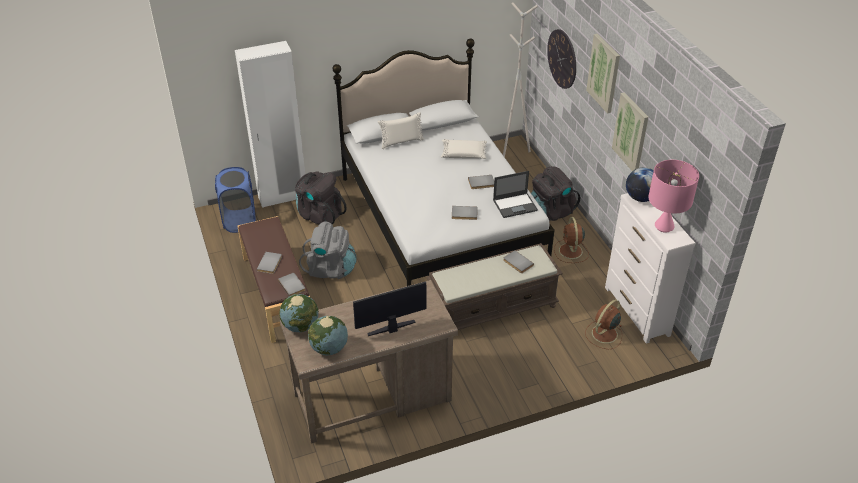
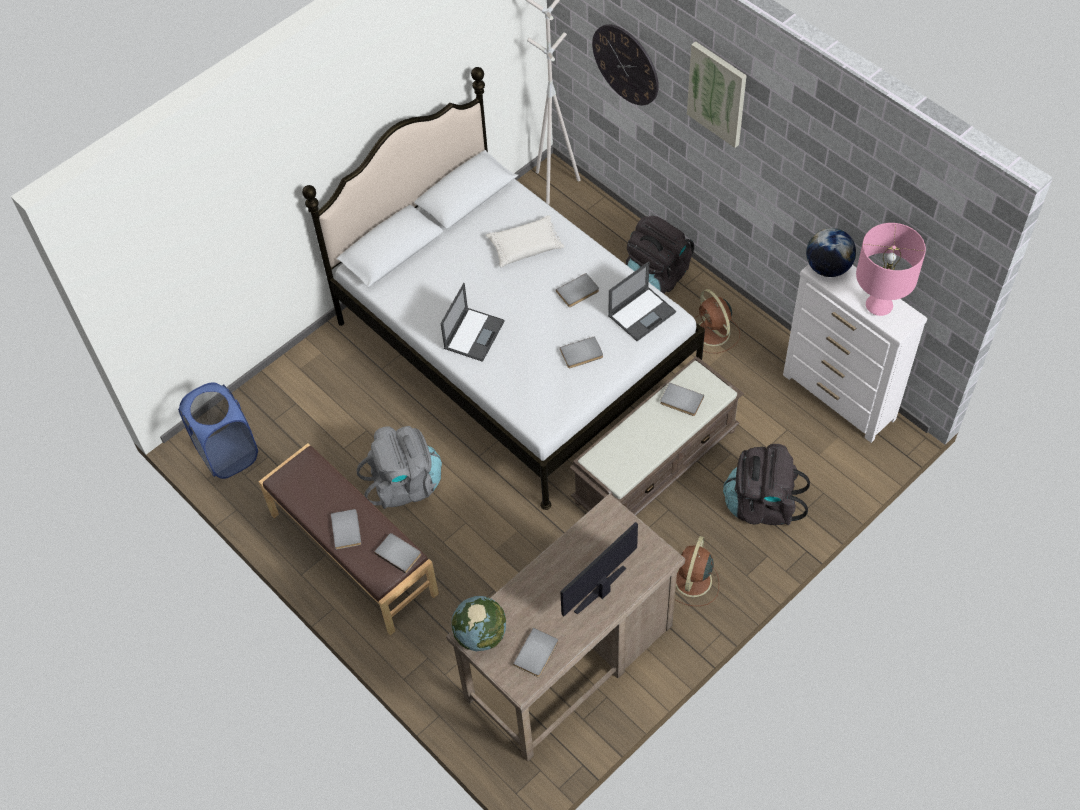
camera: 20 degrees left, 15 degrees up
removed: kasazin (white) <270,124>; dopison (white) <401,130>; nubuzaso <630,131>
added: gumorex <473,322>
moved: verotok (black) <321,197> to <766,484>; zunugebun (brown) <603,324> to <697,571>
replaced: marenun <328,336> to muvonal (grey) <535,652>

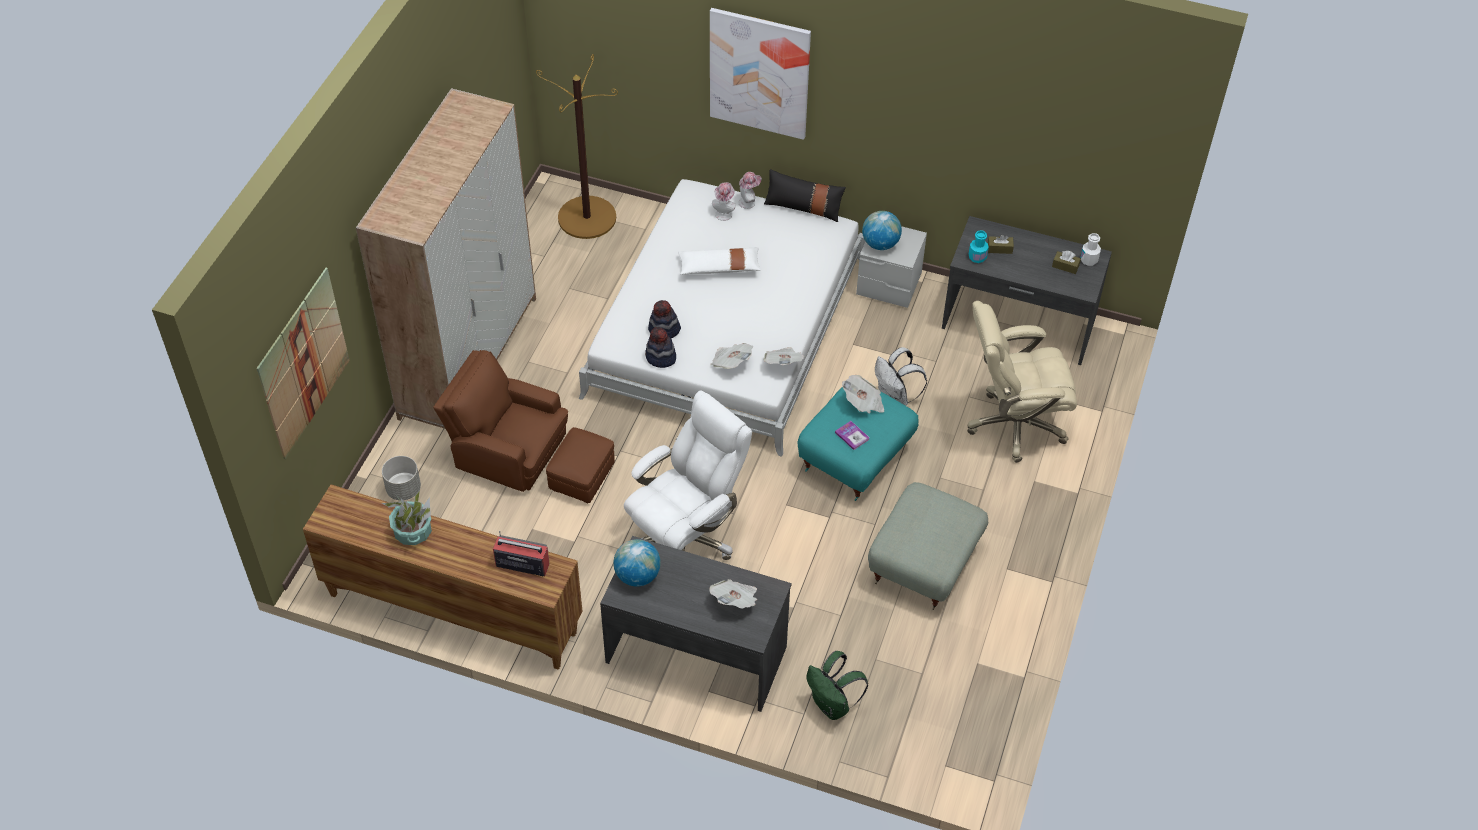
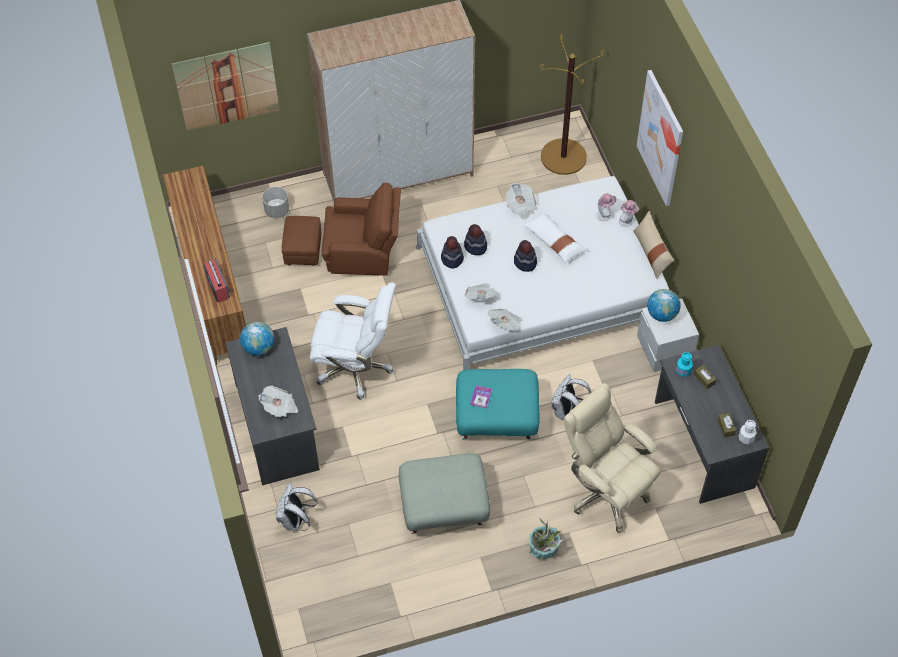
camera: 55 degrees right, 5 degrees up
added: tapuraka <525,256>
moved: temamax <406,518> to <546,538>; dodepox <863,394> to <522,201>
recoloured: dopison (black) <805,195> to dopison (beige) <653,245>; verotok (green) <837,685> to verotok (white) <297,507>
turned: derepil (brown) <524,426> = <341,229> 105 degrees clockwise

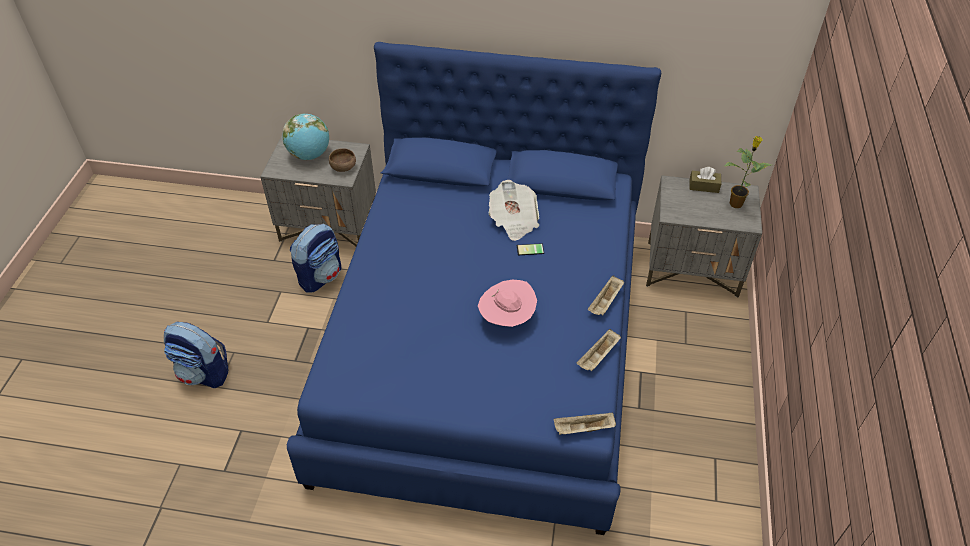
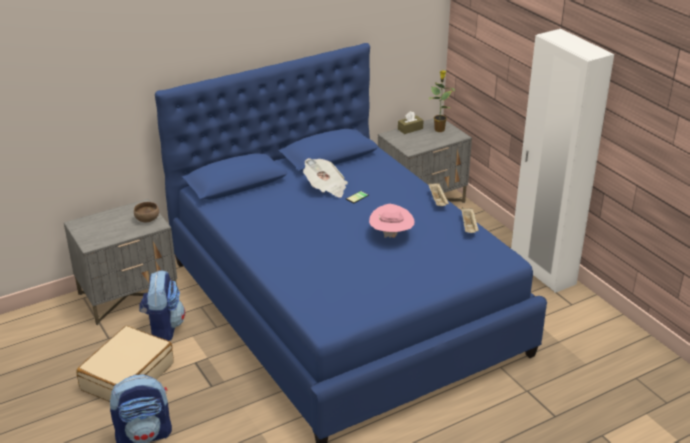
camera: 40 degrees left, 15 degrees down
removed: marenun <305,136>; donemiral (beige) <585,424>
added: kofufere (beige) <125,363>; kasazin (white) <562,161>

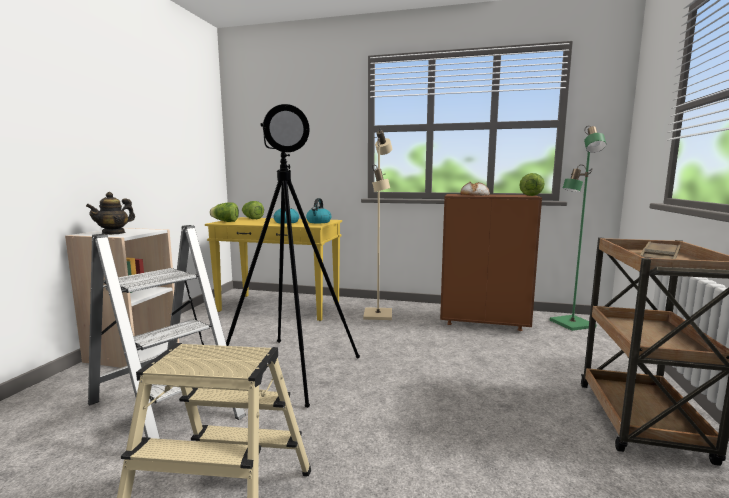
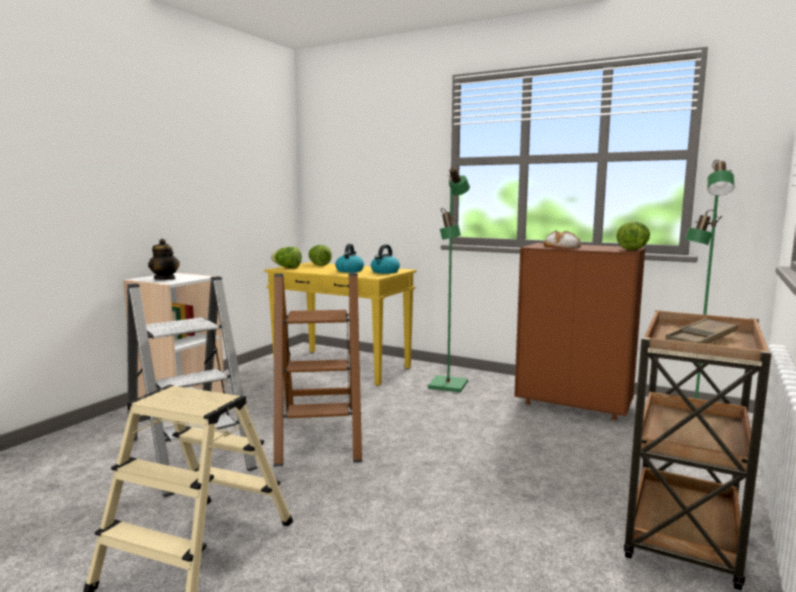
camera: 15 degrees right, 0 degrees up
replaced: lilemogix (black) <293,256> to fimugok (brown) <317,369>
recoloured: lilemogix (beige) <377,224> to lilemogix (green) <449,278>
turned: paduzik <110,213> = <164,259> 90 degrees counterclockwise

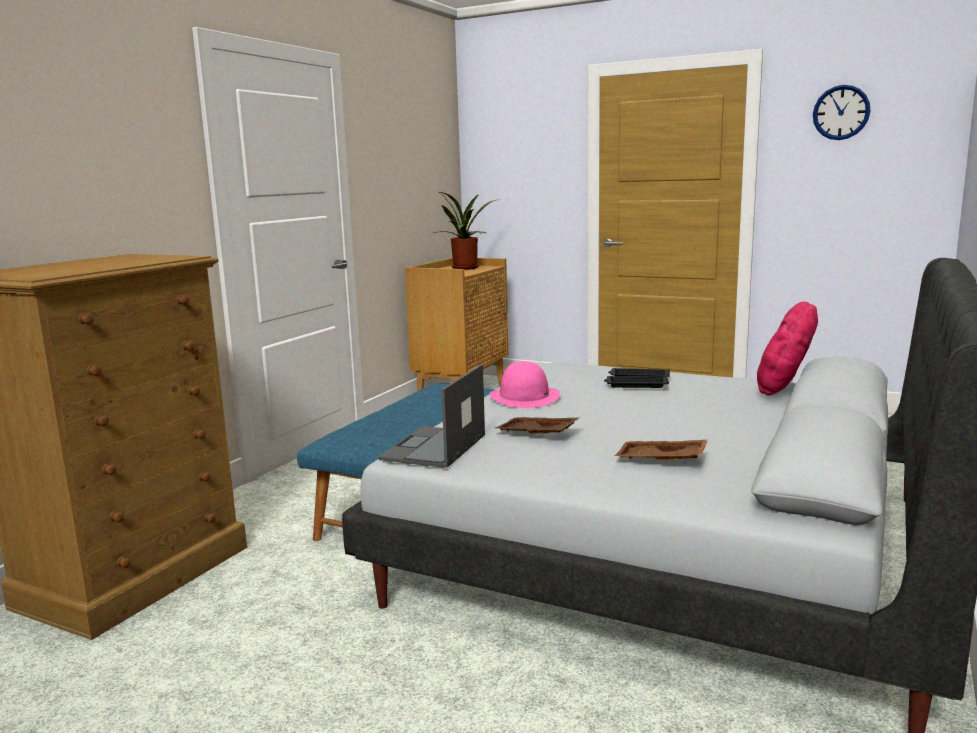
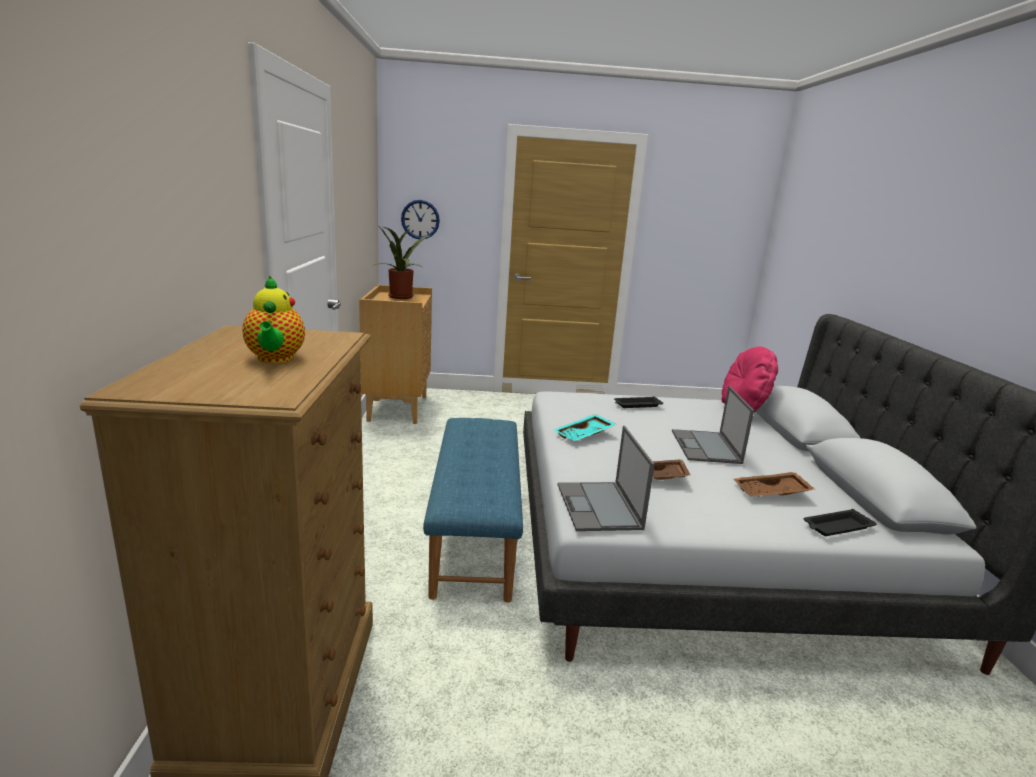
camera: 30 degrees left, 5 degrees up
added: paduzik <274,319>; gumorex <713,425>
moved: donemiral (black) <636,382> to <840,522>; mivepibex <841,112> to <420,219>
replaced: tapuraka (pink) <524,384> to donemiral (turquoise) <585,427>

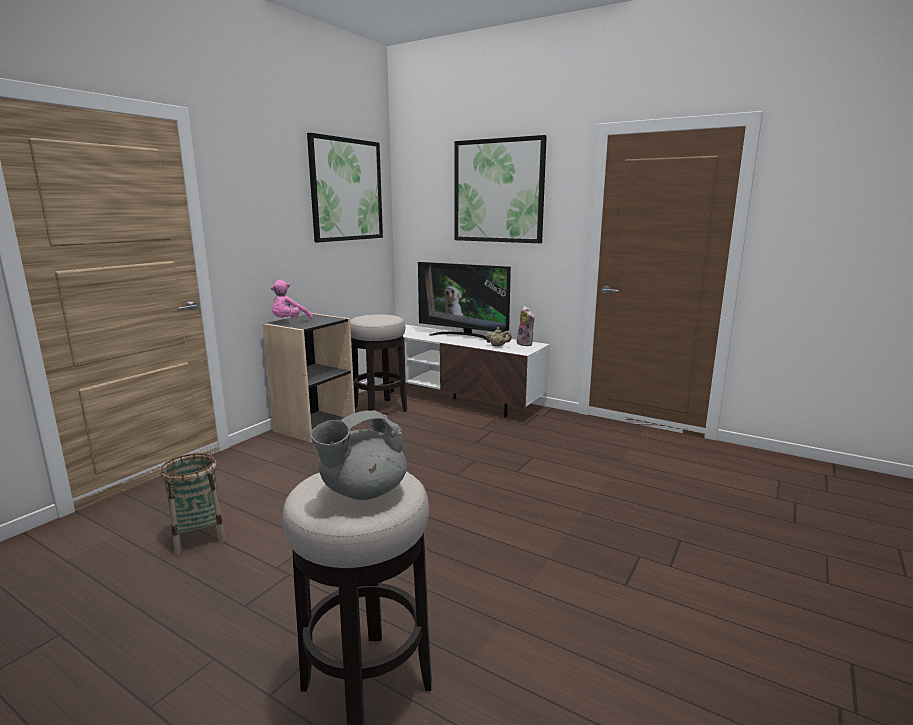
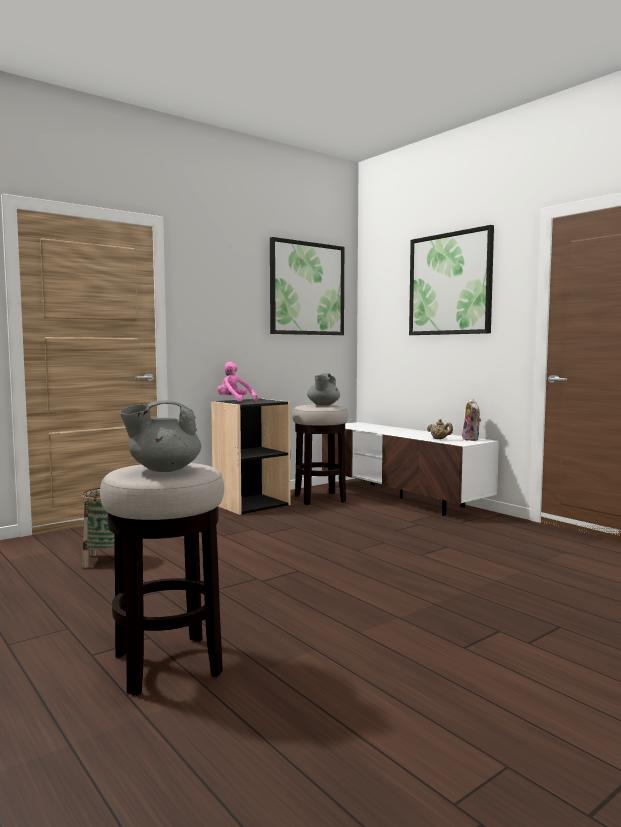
camera: 20 degrees right, 10 degrees down
removed: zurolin <464,302>
added: paduzik (grey) <323,389>
turned: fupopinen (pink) <292,299> = <237,382> 75 degrees clockwise

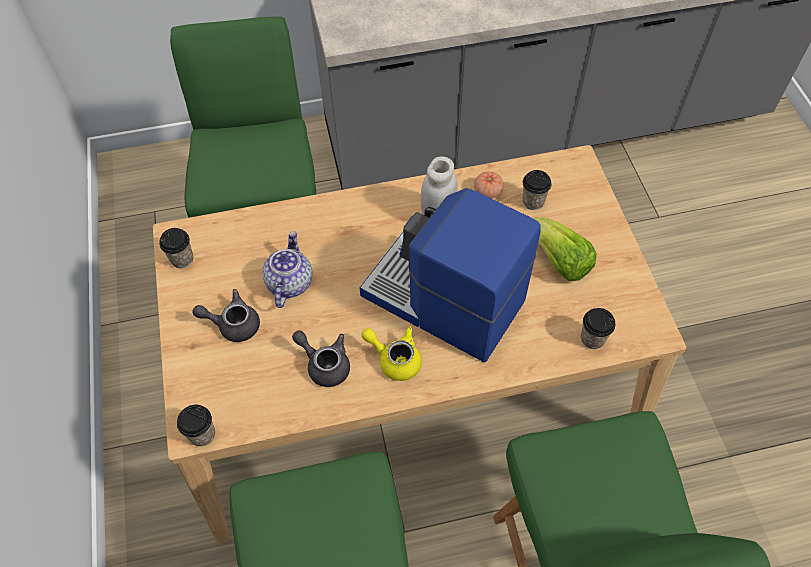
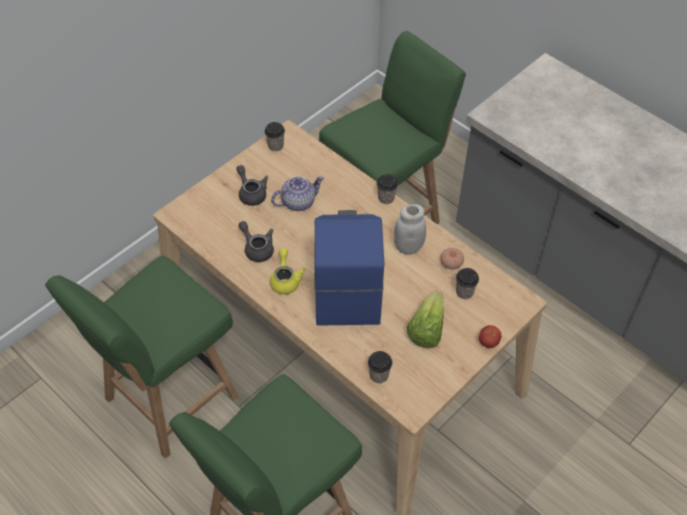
camera: 55 degrees right, 5 degrees down
added: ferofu <490,336>
moved: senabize <196,425> to <387,189>
turned: paduzik (grey) <321,358> = <256,241> 45 degrees counterclockwise

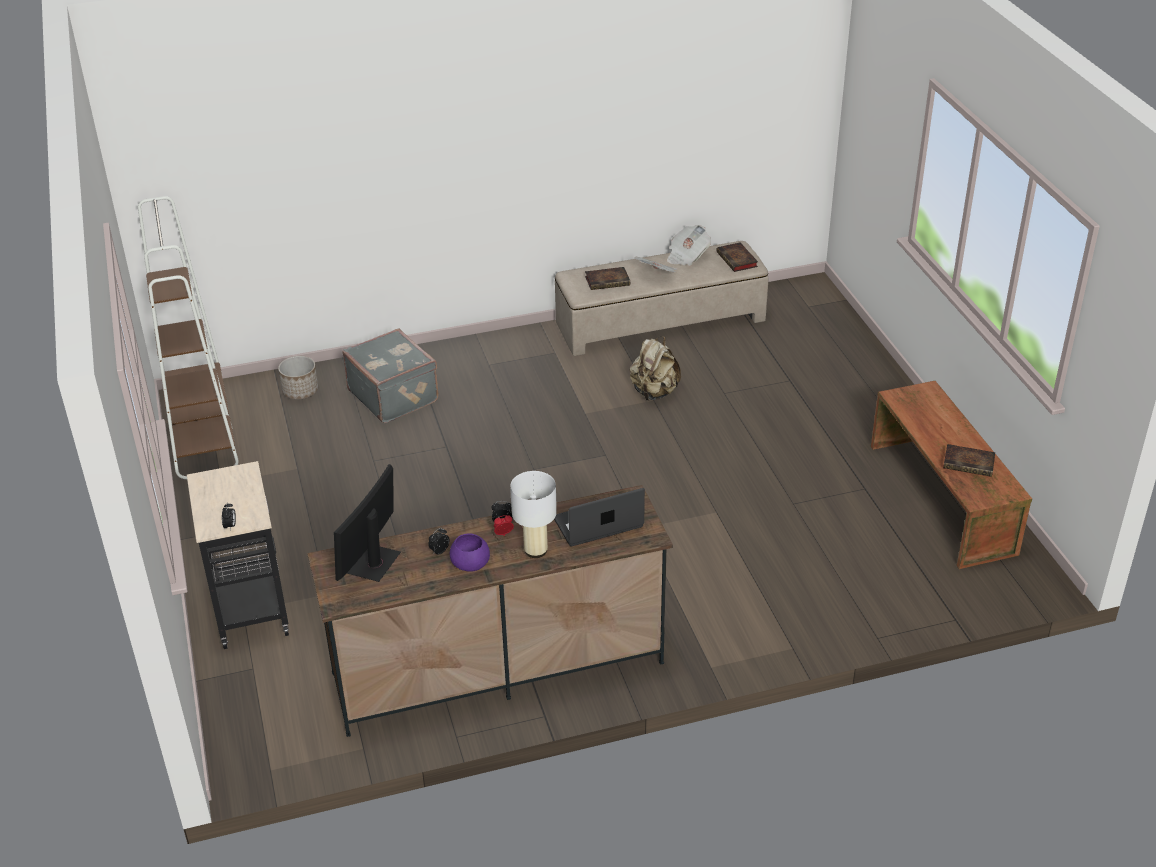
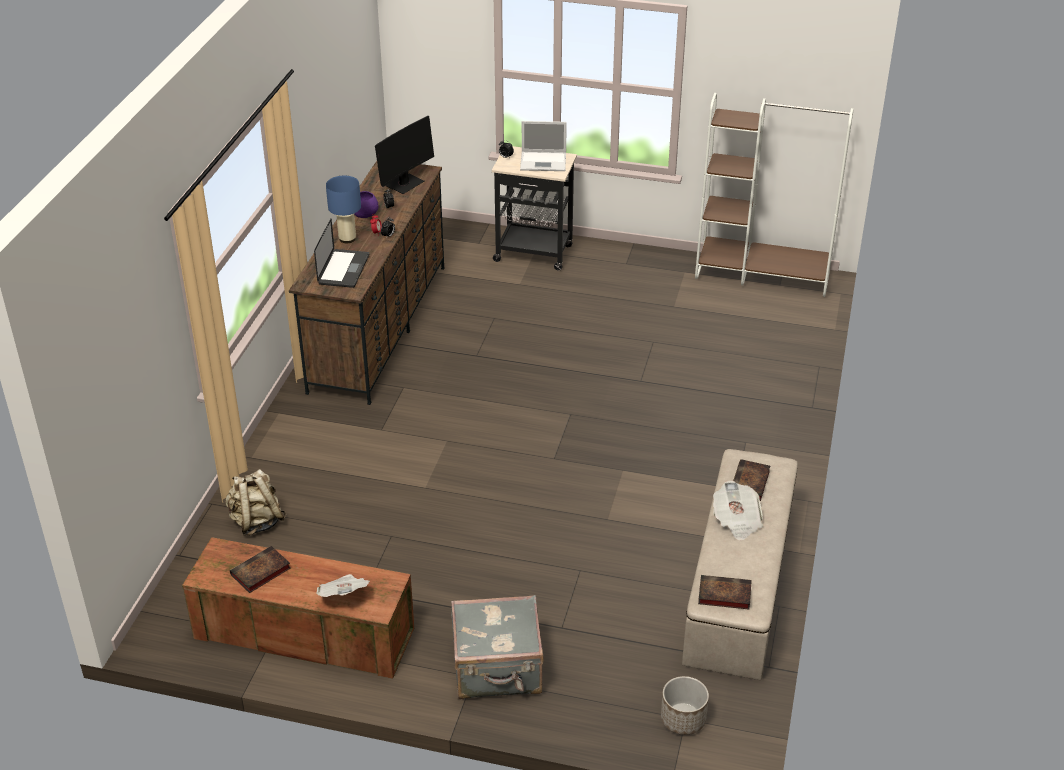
camera: 120 degrees right, 0 degrees up
added: gumorex <543,146>
moved: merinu <298,378> to <685,705>; kofufere (grey) <390,375> to <497,647>; verotok (beige) <655,368> to <255,502>; dodepox <689,245> to <343,585>
recoloured: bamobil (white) <533,514> to bamobil (blue) <343,209>
turned: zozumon <367,523> = <404,155> 75 degrees clockwise

